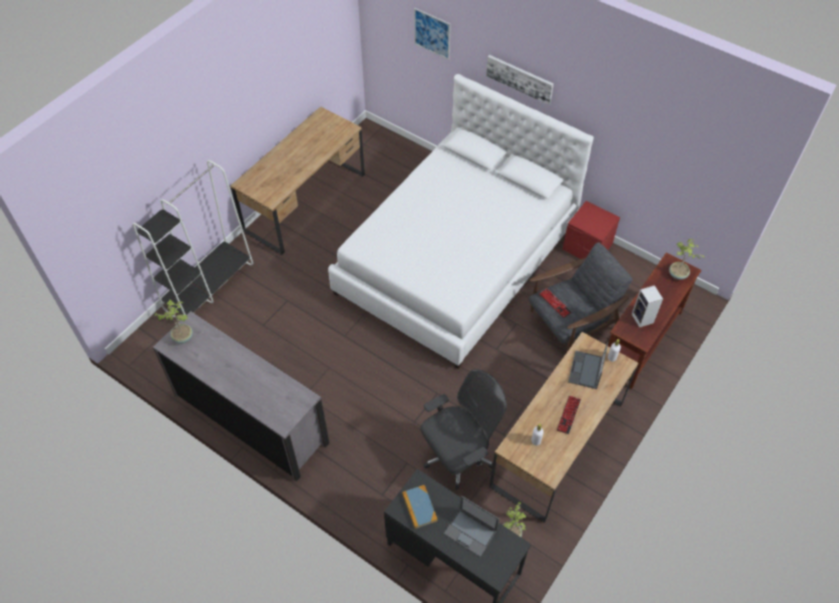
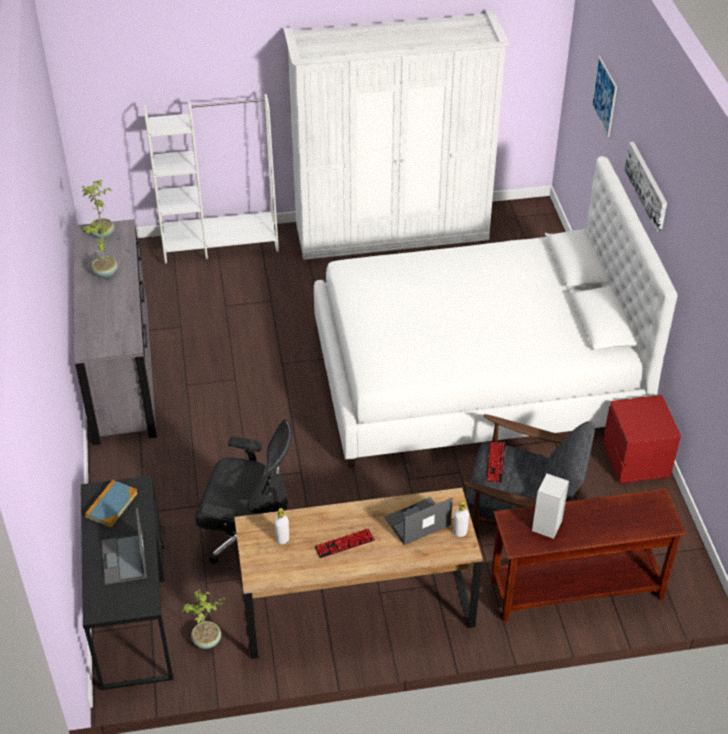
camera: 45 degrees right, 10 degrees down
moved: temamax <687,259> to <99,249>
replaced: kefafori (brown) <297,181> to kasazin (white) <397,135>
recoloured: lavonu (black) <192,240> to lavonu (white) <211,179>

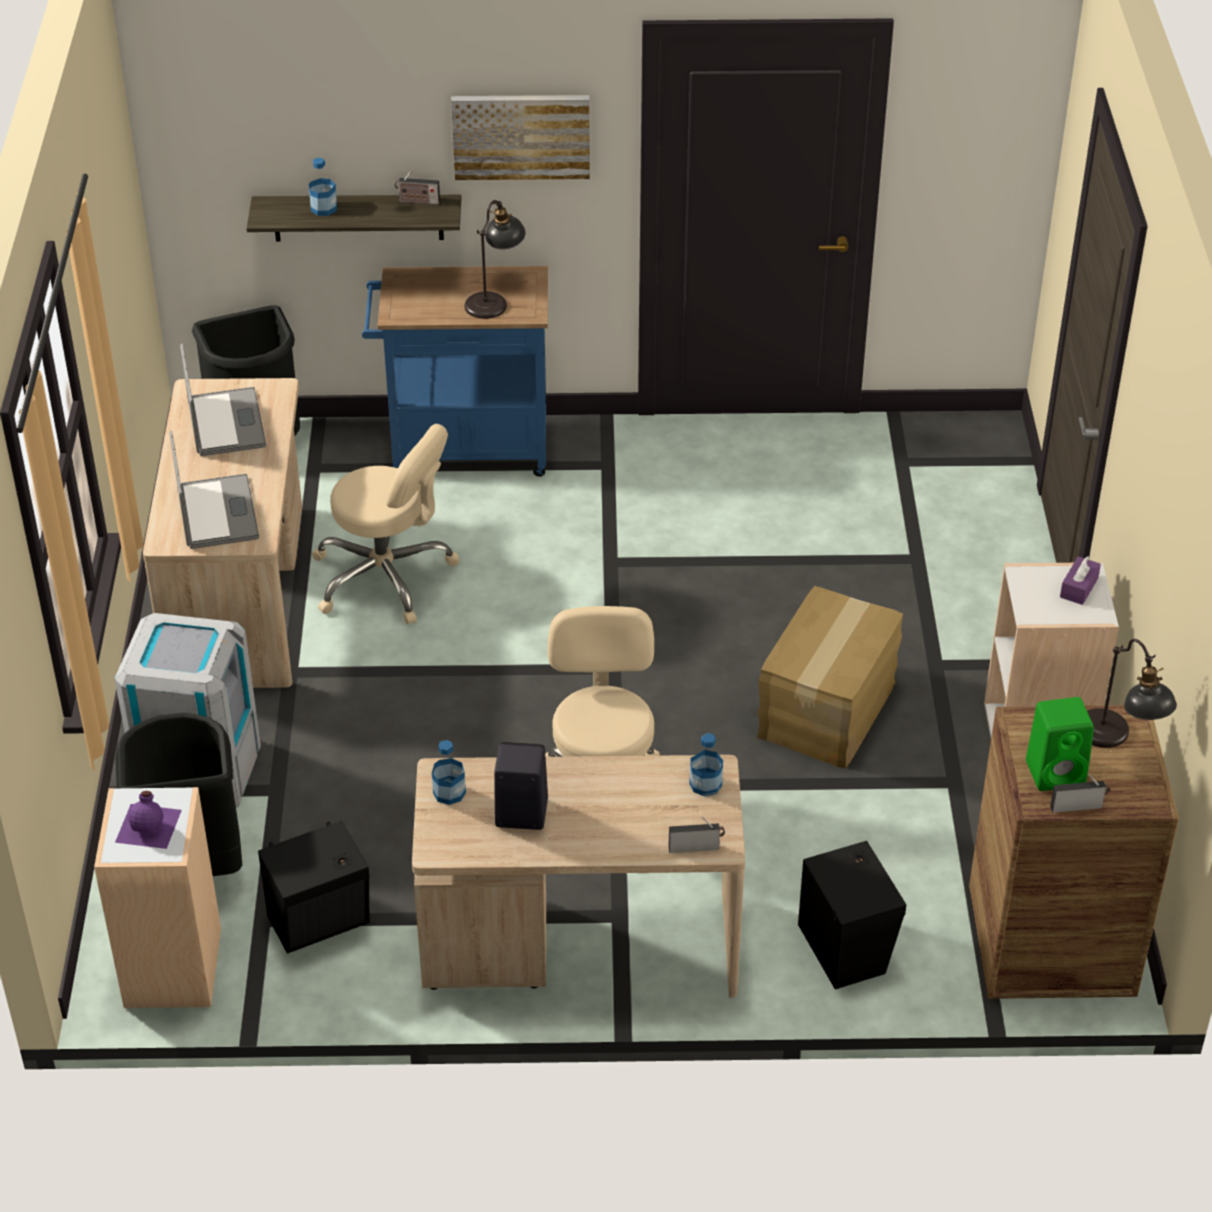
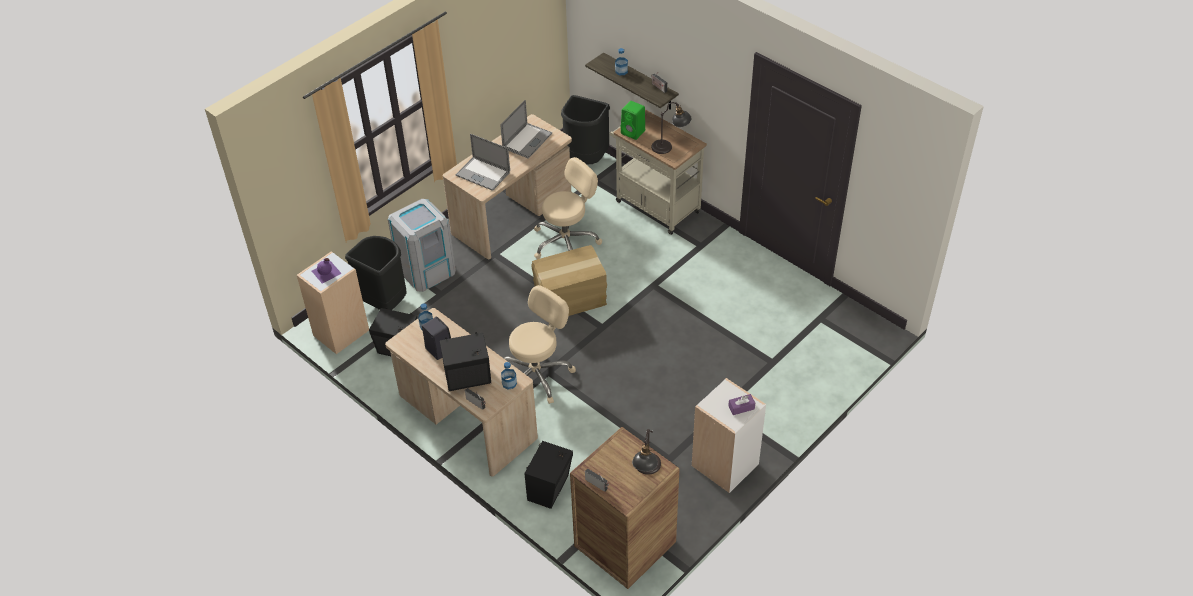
camera: 45 degrees right, 5 degrees up
removed: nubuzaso <520,137>
added: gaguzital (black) <465,361>
moved: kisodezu <830,677> to <569,280>; gaguzital (green) <1060,744> to <633,120>
recoloured: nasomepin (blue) <455,371> to nasomepin (beige) <658,172>
turned: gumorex <214,490> = <483,162> 90 degrees clockwise; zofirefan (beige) <386,524> = <568,208> 105 degrees counterclockwise

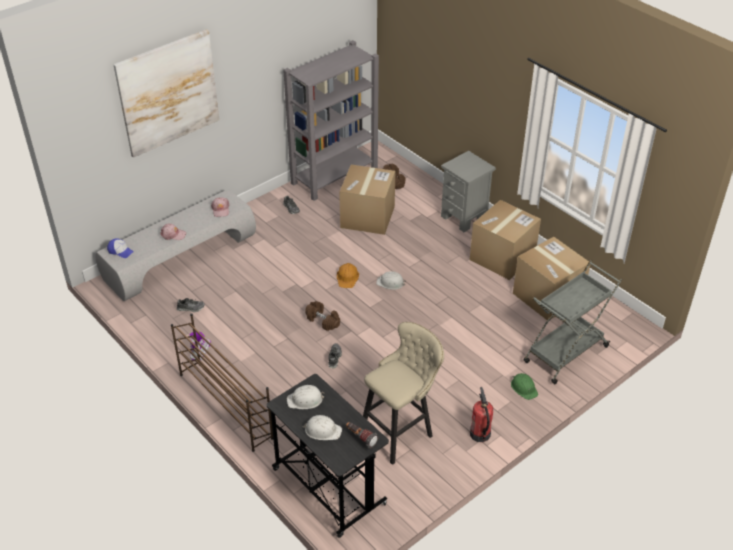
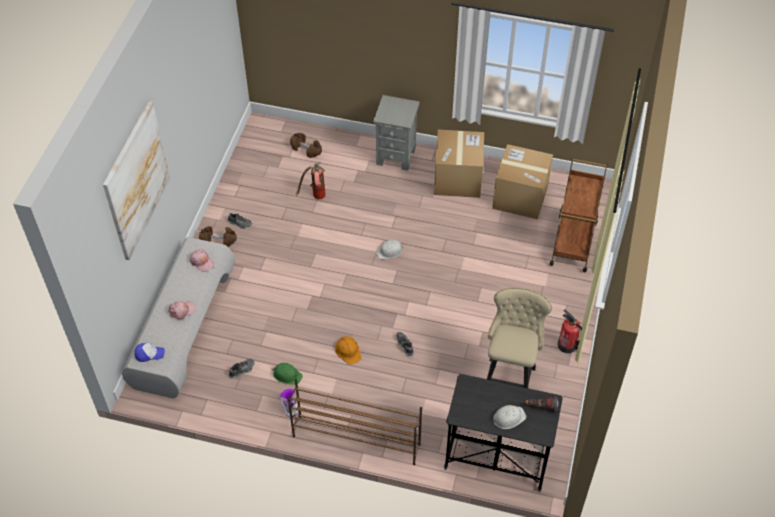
camera: 35 degrees left, 10 degrees up
removed: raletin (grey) <331,120>; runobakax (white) <305,397>
moved: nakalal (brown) <322,316> to <218,236>; runobakax (orange) <348,275> to <348,350>; runobakax (green) <524,386> to <287,374>
replaced: kisodezu <367,200> to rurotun <311,181>
recoloured: nasomepin (grey) <573,322> to nasomepin (brown) <579,214>

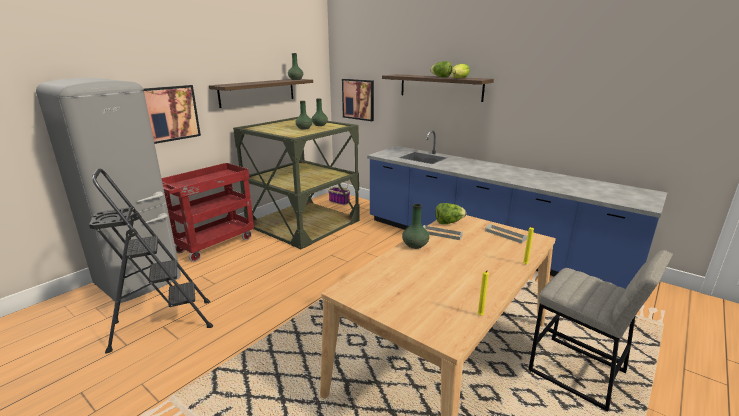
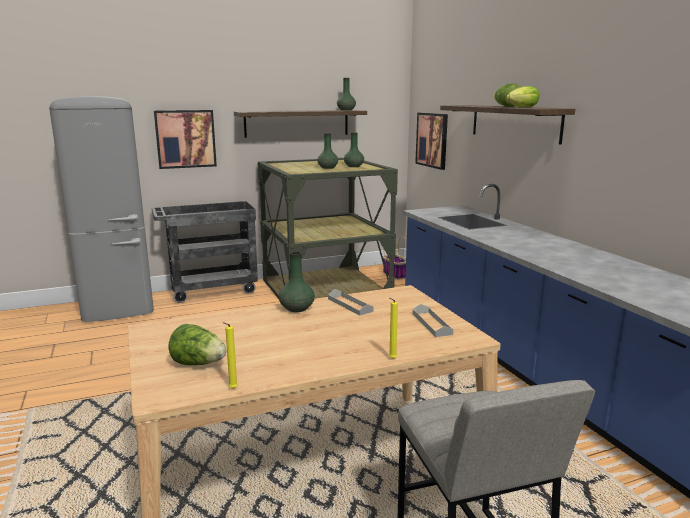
camera: 30 degrees right, 5 degrees down
removed: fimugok <151,261>
moved: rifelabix <450,213> to <197,344>
recoloured: nasomepin (red) <208,212> to nasomepin (black) <205,252>

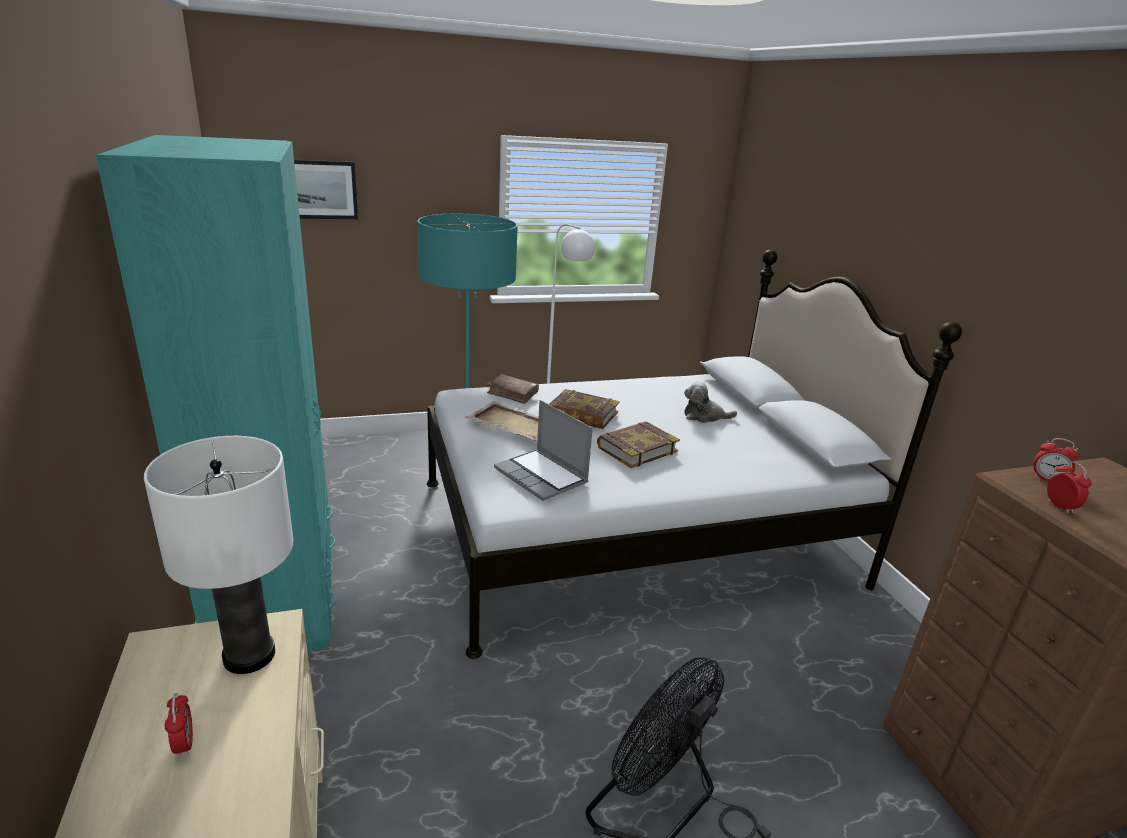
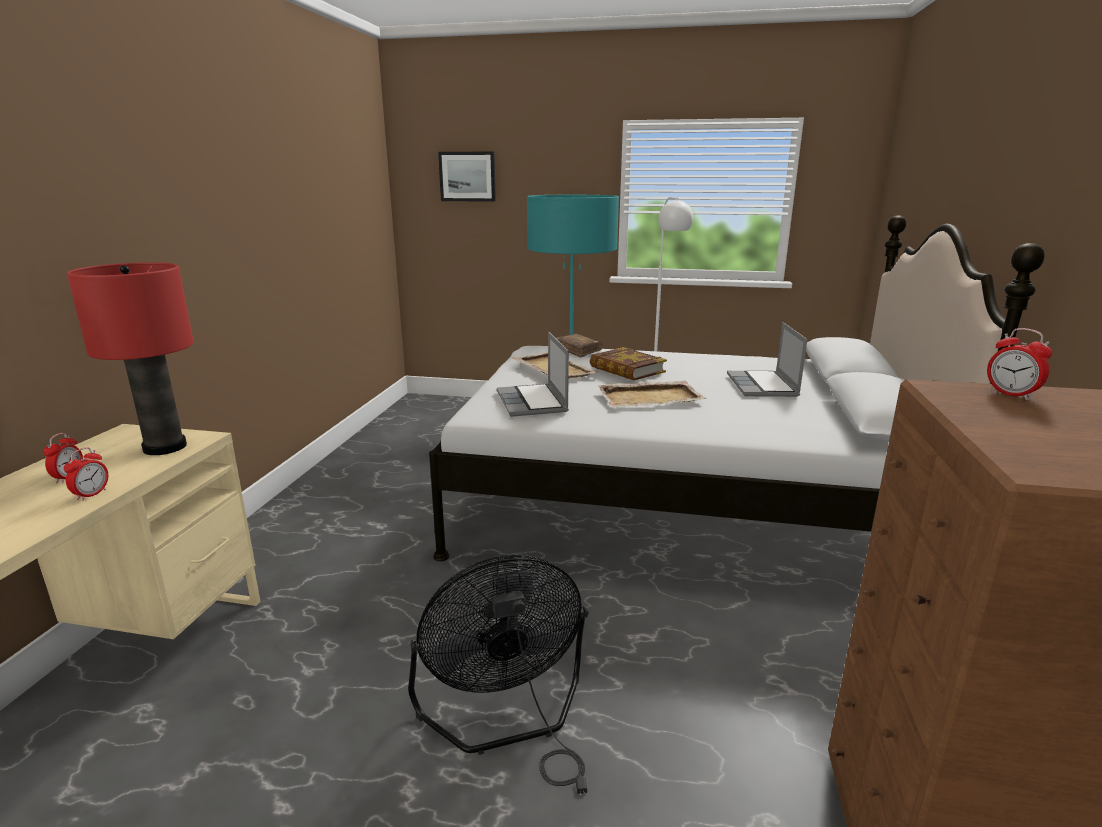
camera: 30 degrees right, 5 degrees down
removed: kasazin (turquoise) <216,393>
moved: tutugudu <1069,487> to <86,474>
replaced: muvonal <638,445> to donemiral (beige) <652,394>; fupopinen <710,402> to gumorex <767,359>
recoloured: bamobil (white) <218,555> to bamobil (red) <130,358>

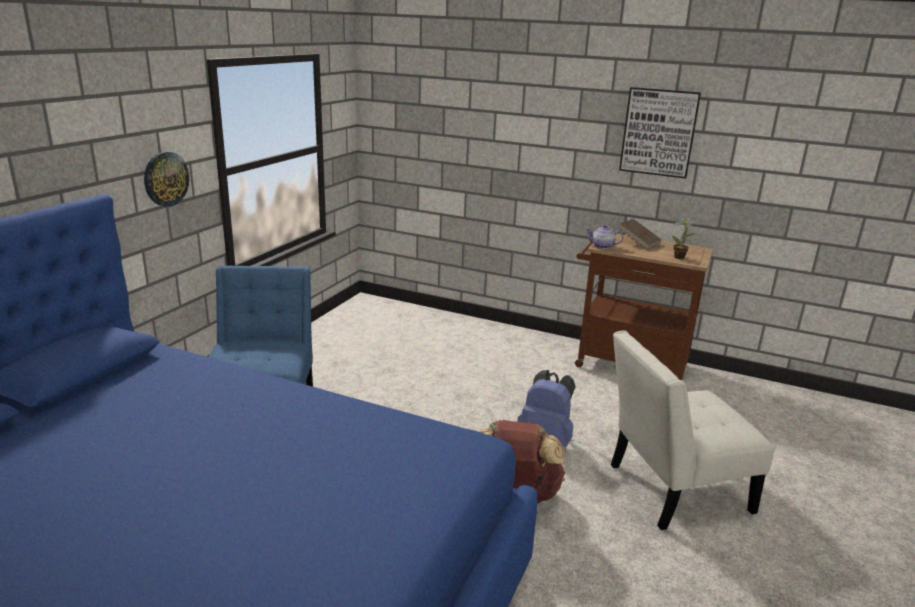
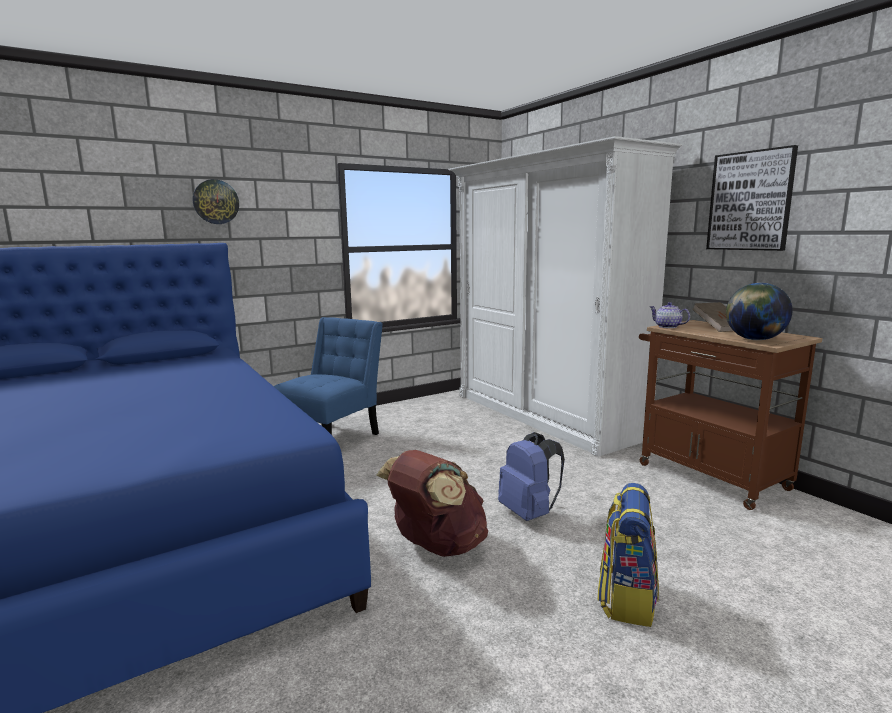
camera: 35 degrees right, 10 degrees down
added: kasazin (white) <565,296>
moved: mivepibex <166,179> to <216,201>
replaced: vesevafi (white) <692,430> to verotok <628,555>; temamax <686,237> to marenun <759,311>

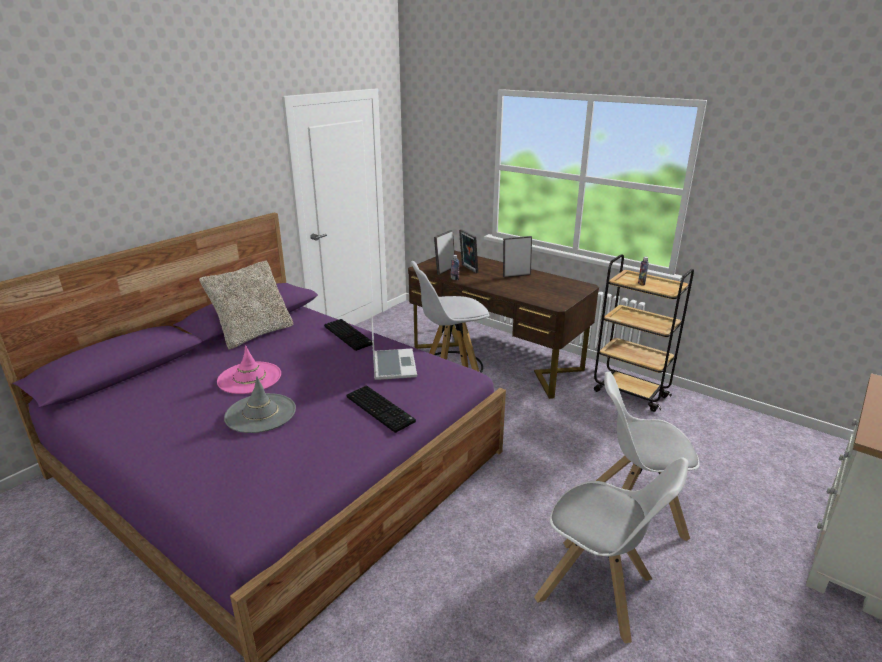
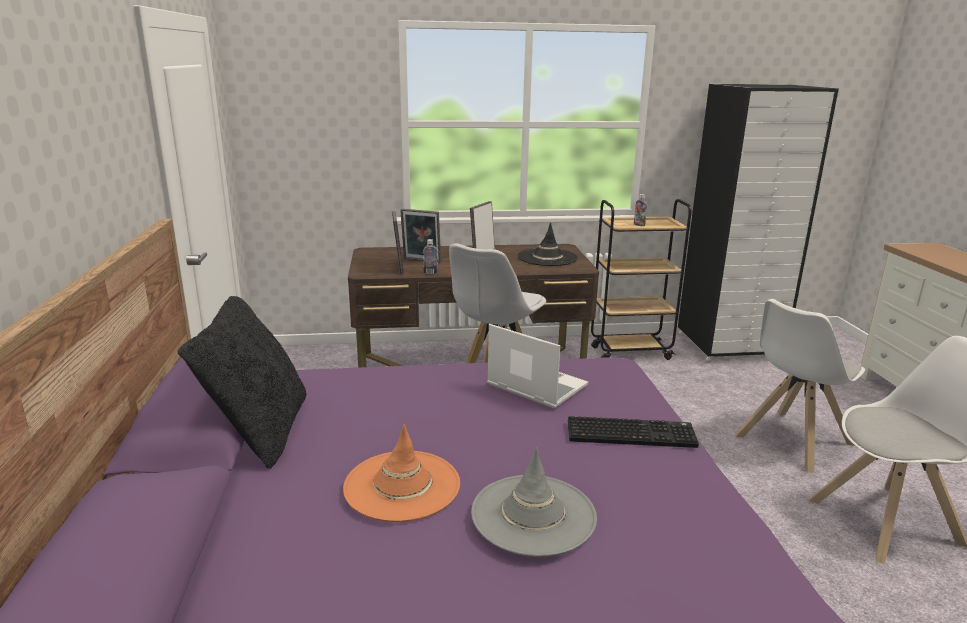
camera: 45 degrees left, 5 degrees down
removed: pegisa <348,335>
added: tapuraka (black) <547,244>; kasazin <758,223>
recoloured: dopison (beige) <246,305> to dopison (black) <242,382>; tapuraka (pink) <249,369> to tapuraka (orange) <401,473>

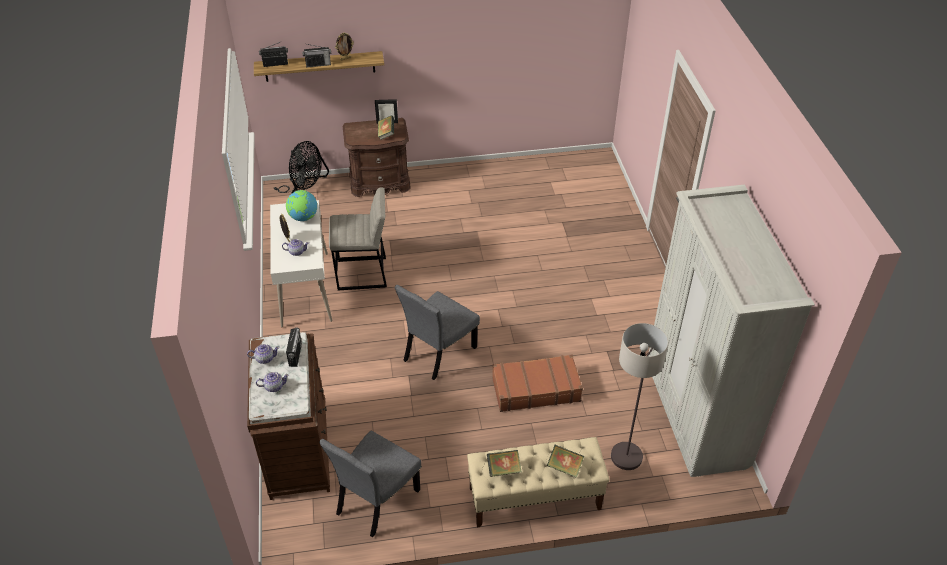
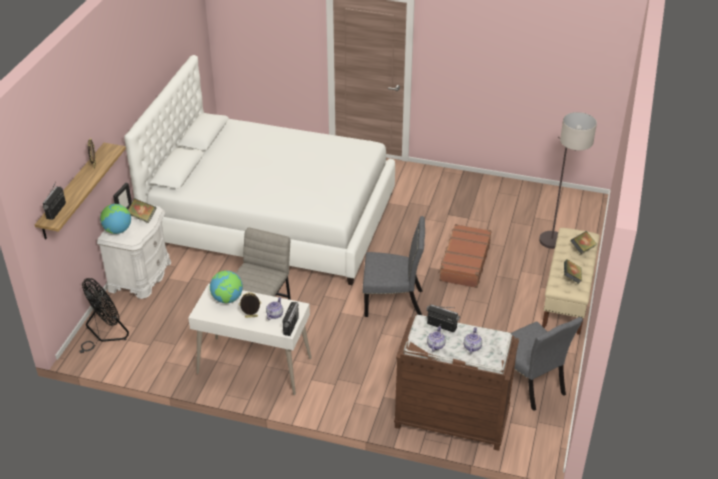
camera: 65 degrees left, 5 degrees down
removed: kasazin (white) <732,330>
added: marenun <115,219>; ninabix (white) <259,170>
moved: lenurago <316,56> to <290,319>
recoloured: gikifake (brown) <376,157> to gikifake (white) <134,252>
turned: vesevafi (grey) <437,332> = <394,266> 60 degrees counterclockwise

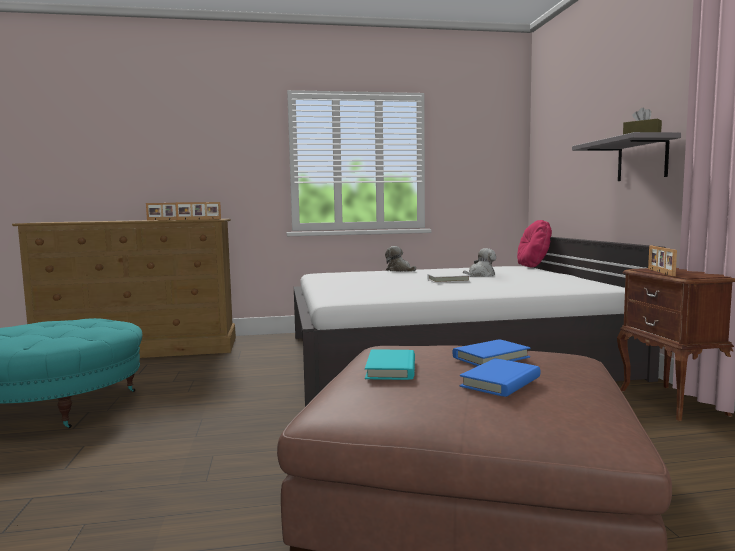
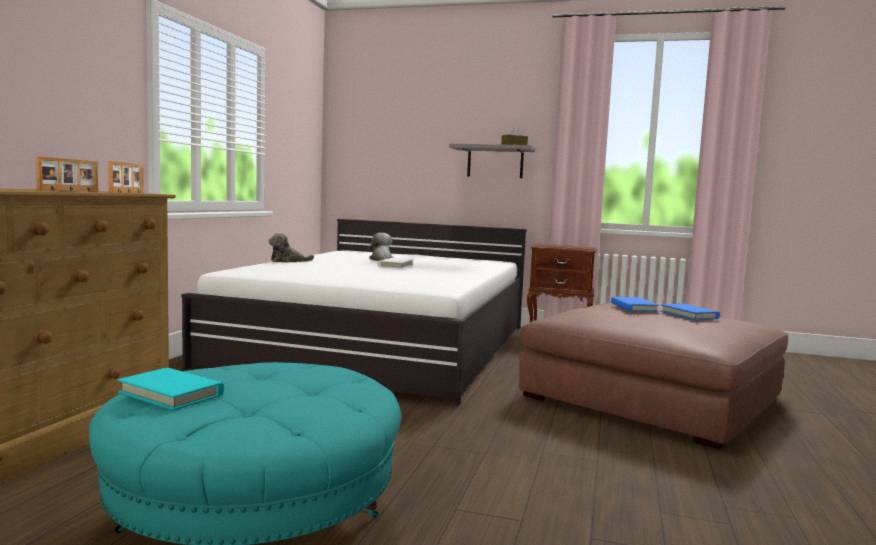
camera: 65 degrees left, 0 degrees up
removed: dopison (pink) <534,243>; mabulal <662,261>
moved: muvonal (turquoise) <390,364> to <171,389>

